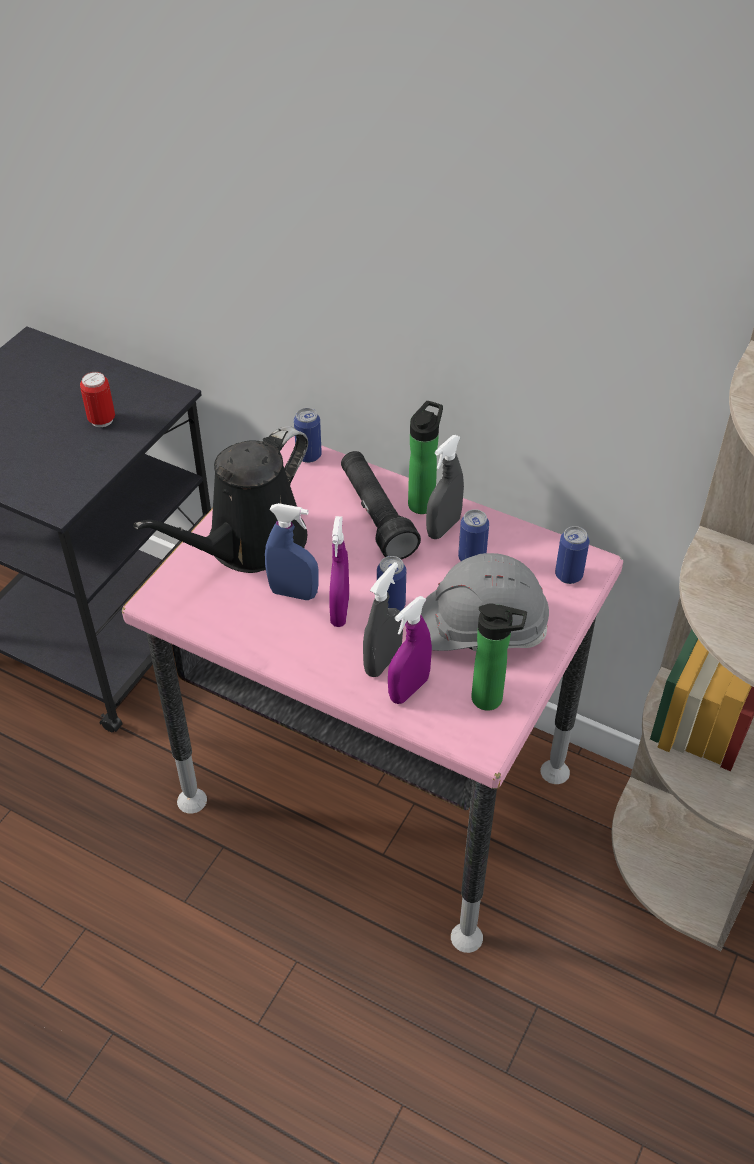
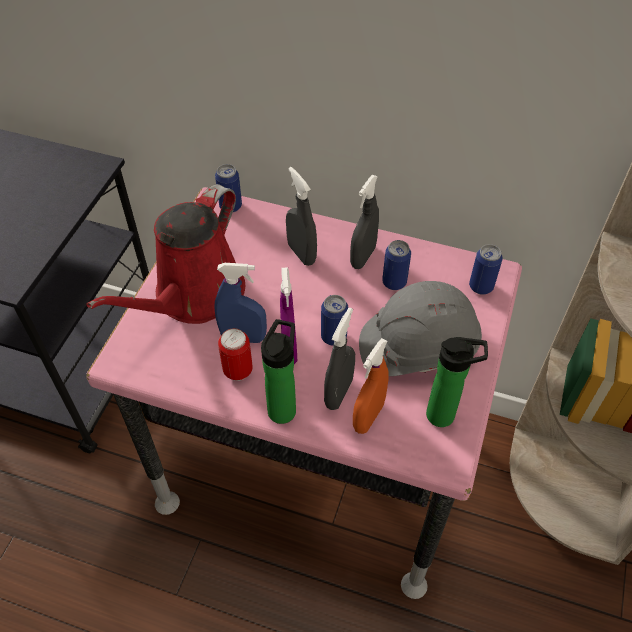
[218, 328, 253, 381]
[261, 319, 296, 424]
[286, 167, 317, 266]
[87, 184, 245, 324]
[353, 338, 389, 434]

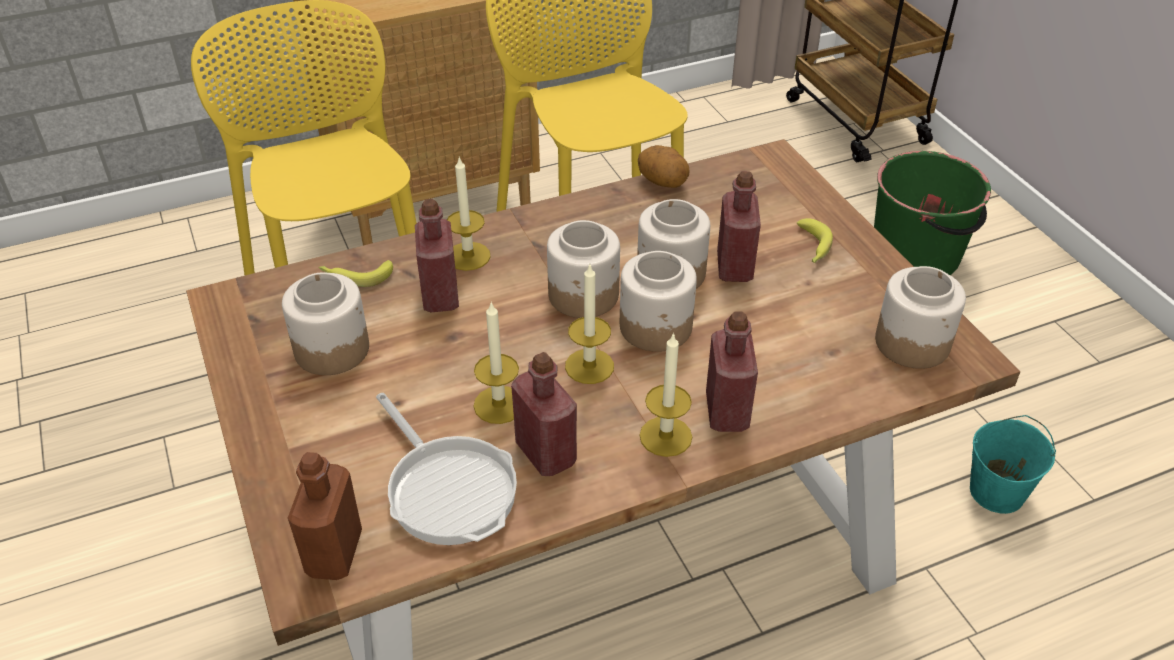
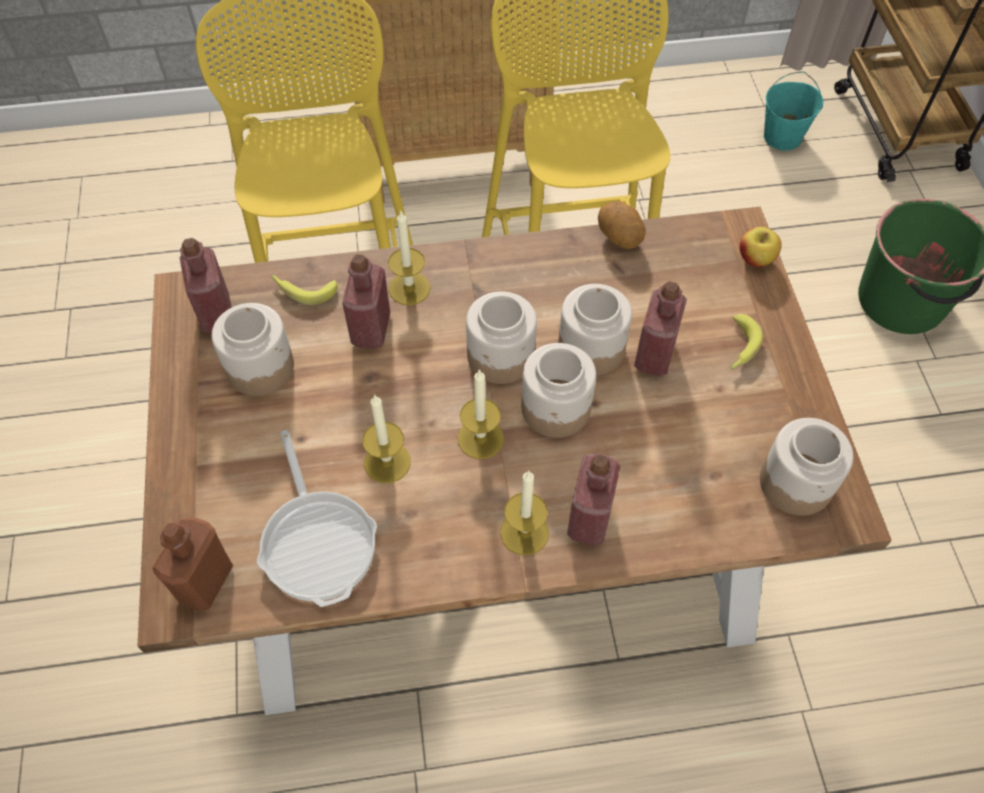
[740, 227, 782, 267]
[179, 238, 232, 333]
[764, 71, 824, 151]

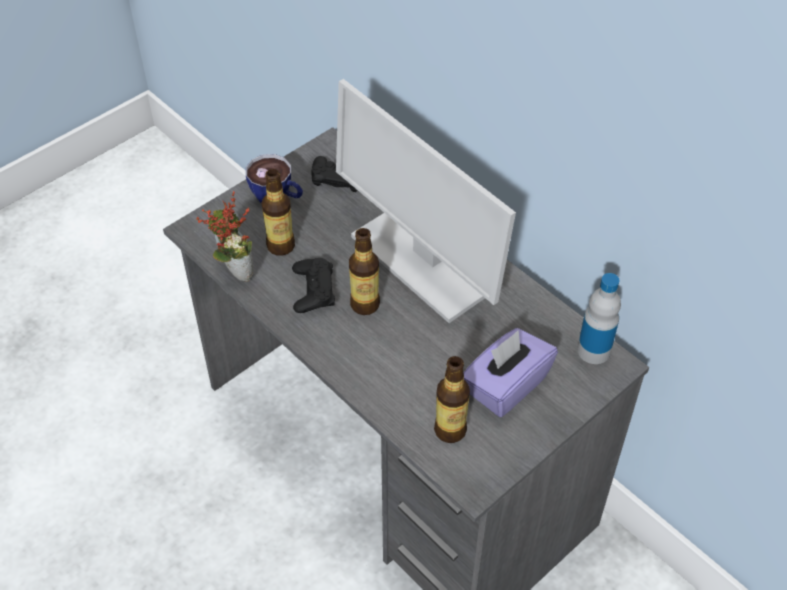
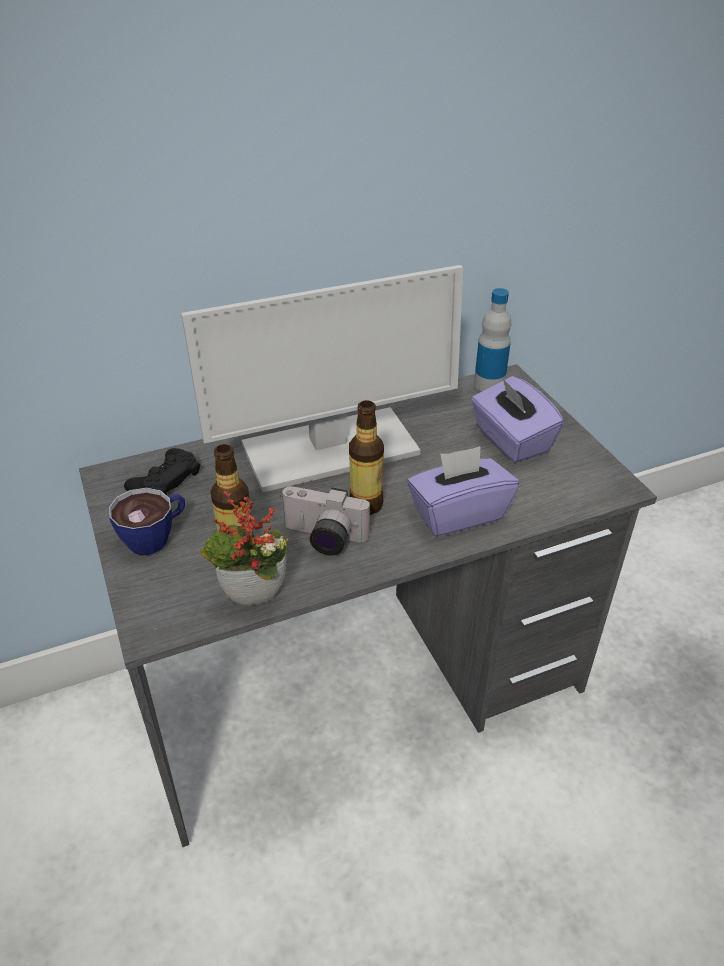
[434, 356, 470, 443] (first image)
[407, 446, 519, 537]
[280, 486, 370, 555]

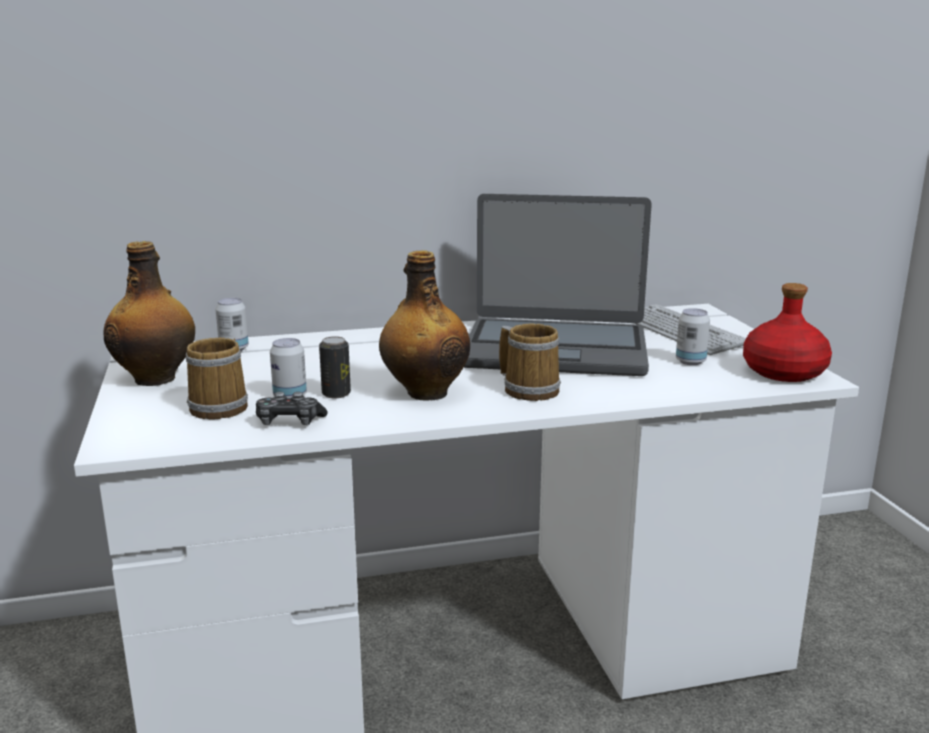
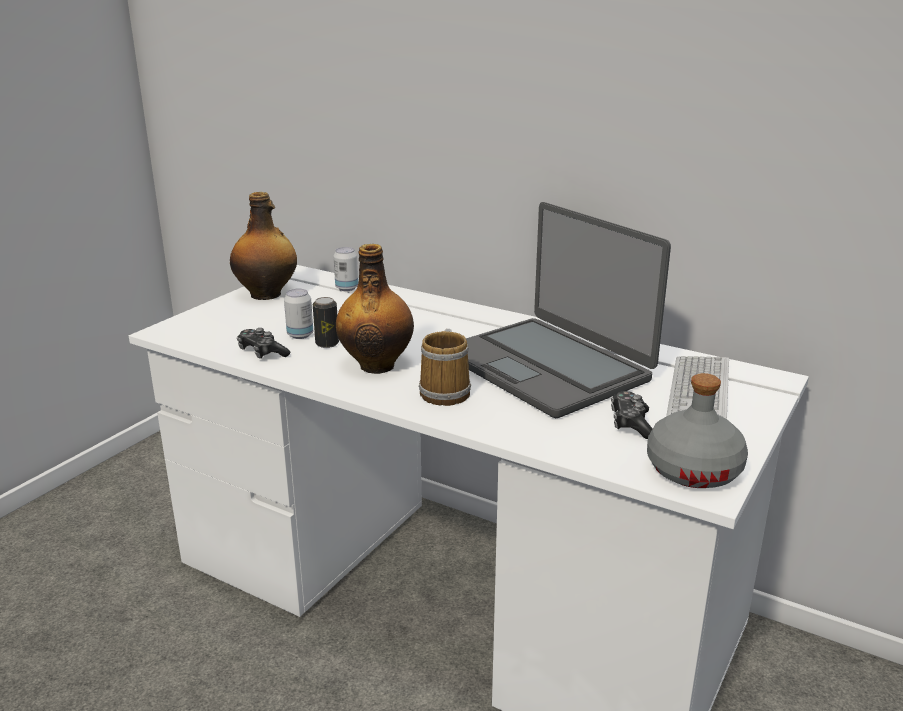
[186, 337, 248, 420] (first image)
[611, 391, 653, 439]
[647, 373, 748, 488]

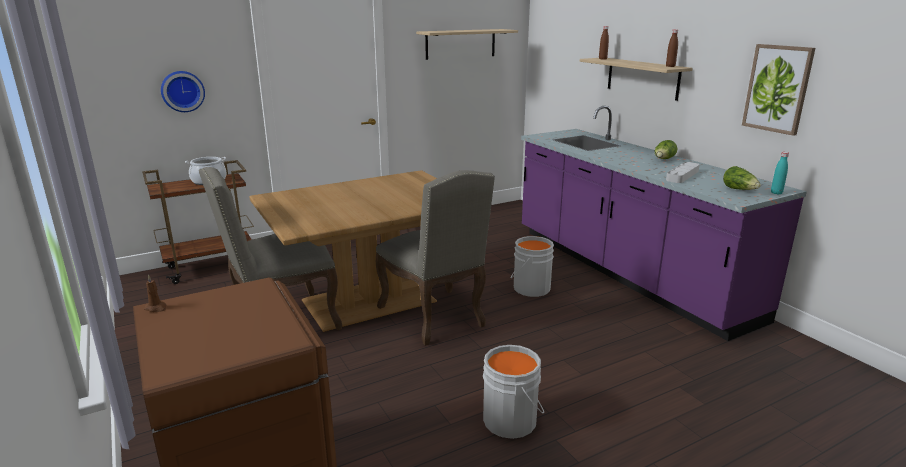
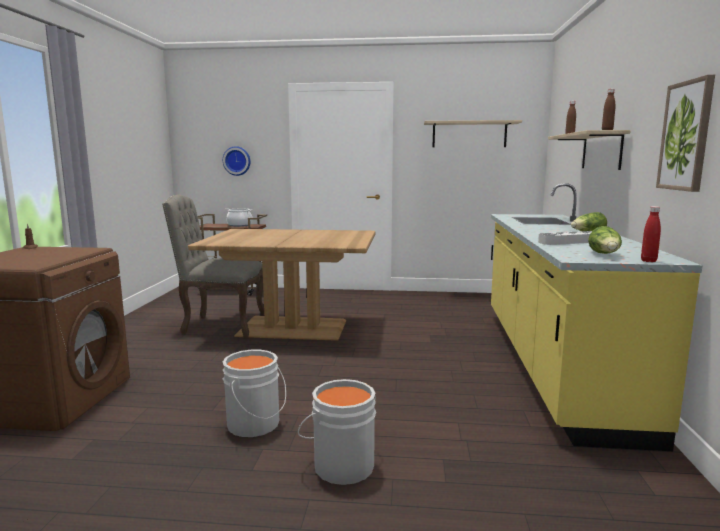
[376, 170, 495, 346] (first image)
[298, 379, 376, 485]
[491, 183, 703, 451]
[641, 206, 661, 262]

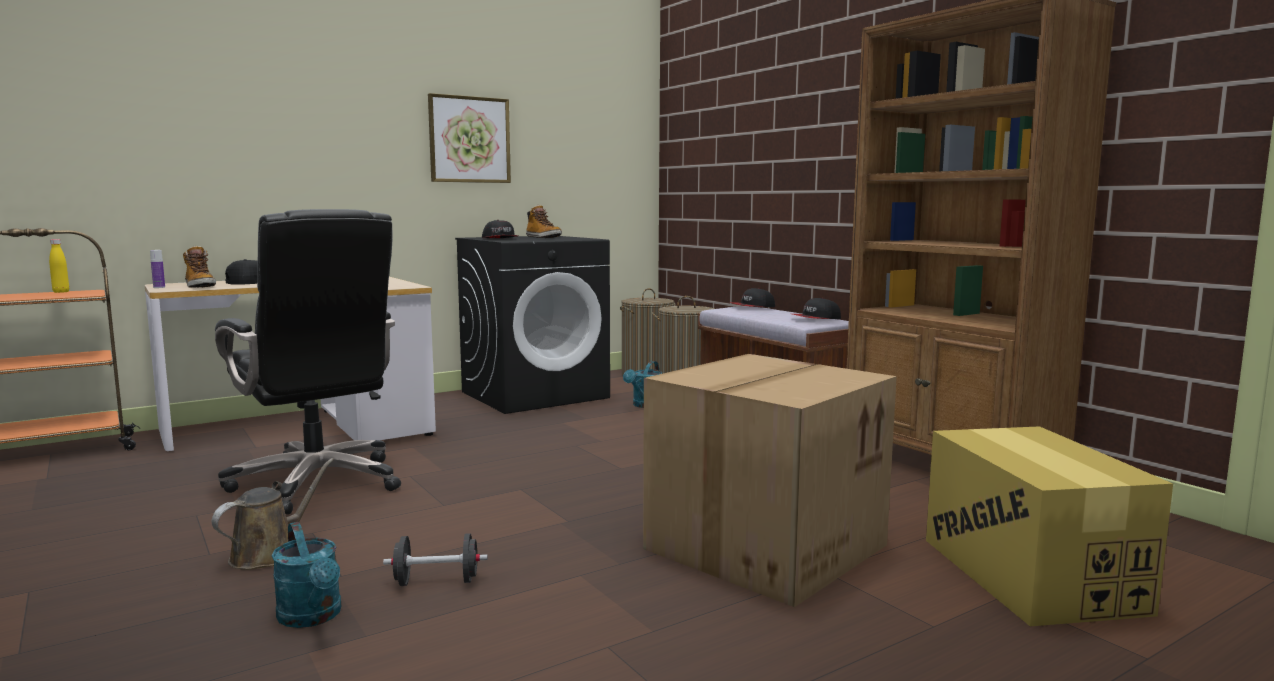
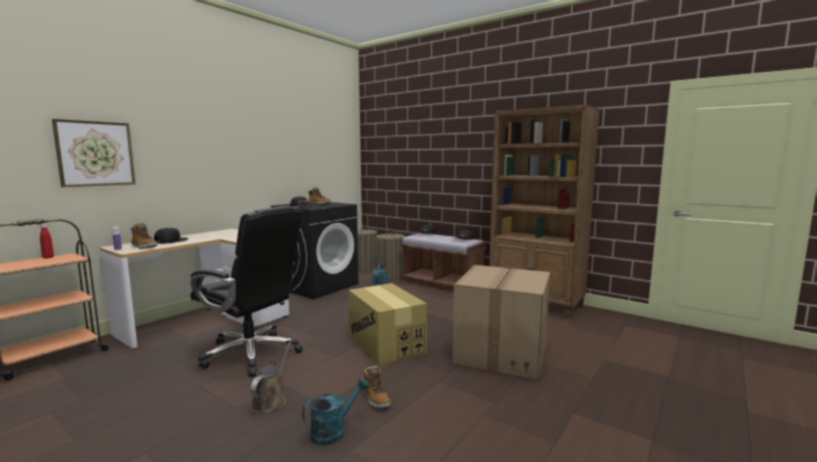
[52, 119, 136, 187]
[349, 283, 427, 365]
[363, 366, 391, 408]
[40, 224, 54, 259]
[302, 377, 369, 445]

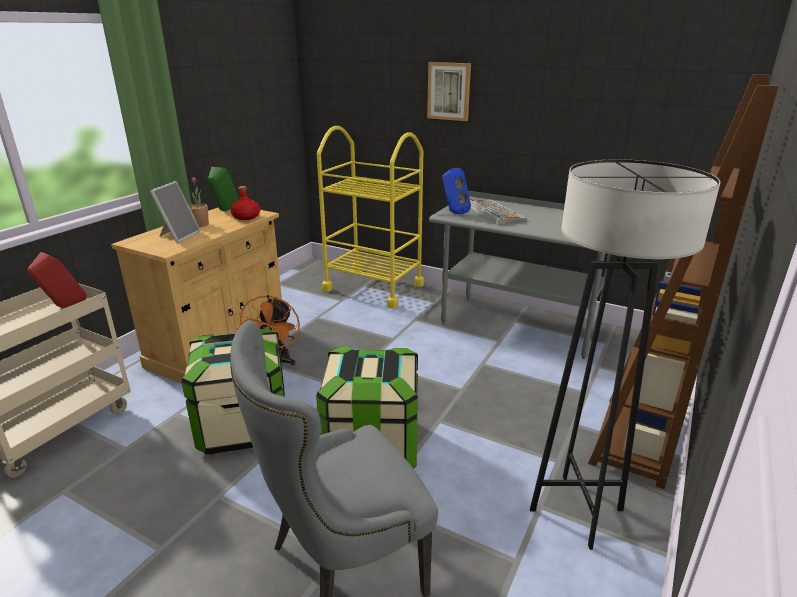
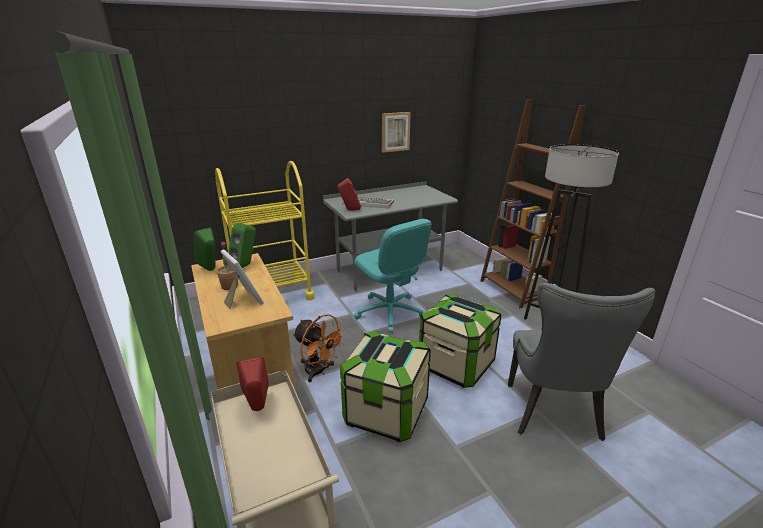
[354, 219, 431, 333]
[382, 112, 411, 153]
[228, 223, 256, 268]
[338, 178, 361, 211]

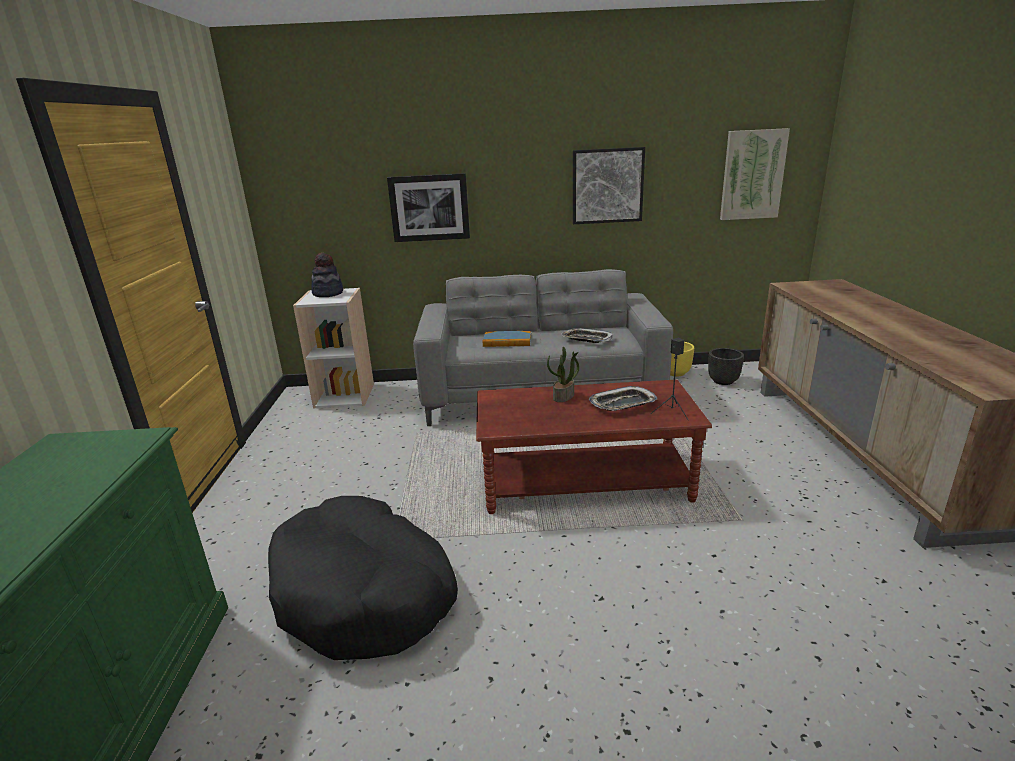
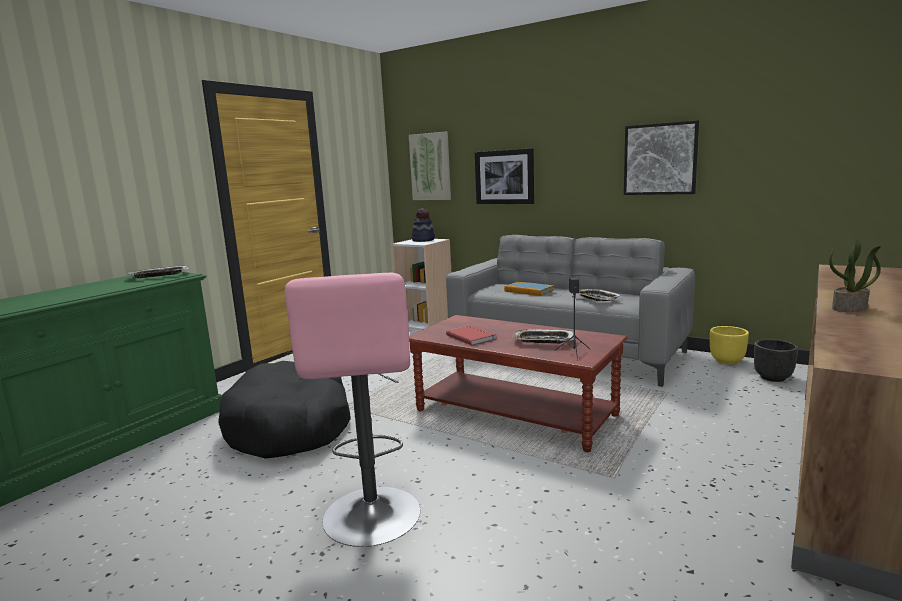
[126, 265, 190, 278]
[285, 273, 420, 547]
[446, 325, 497, 345]
[829, 238, 881, 312]
[409, 132, 451, 200]

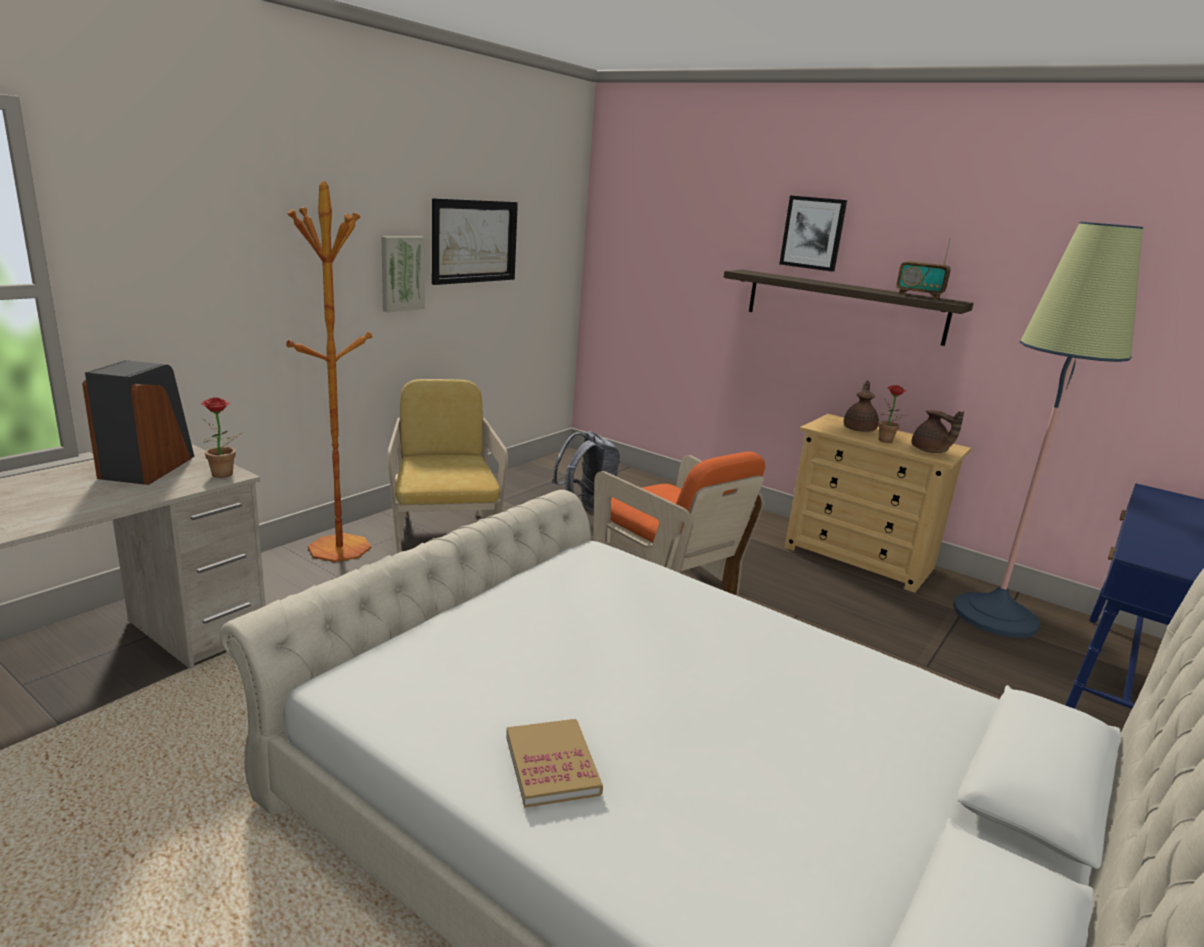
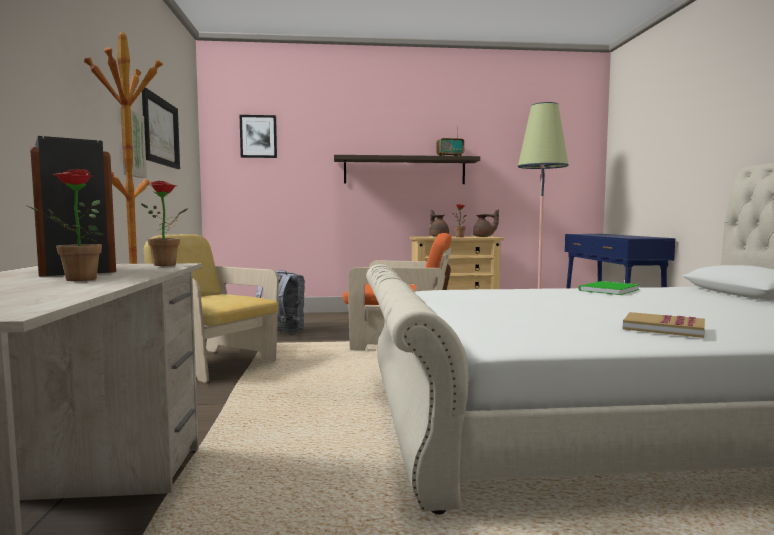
[28, 169, 104, 281]
[579, 281, 640, 295]
[240, 115, 277, 158]

